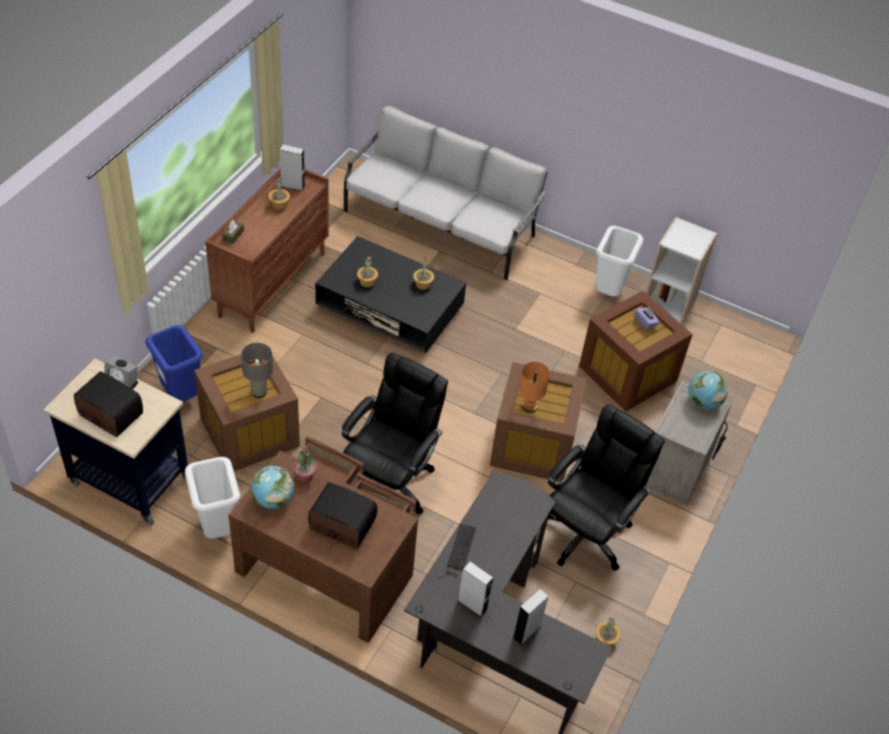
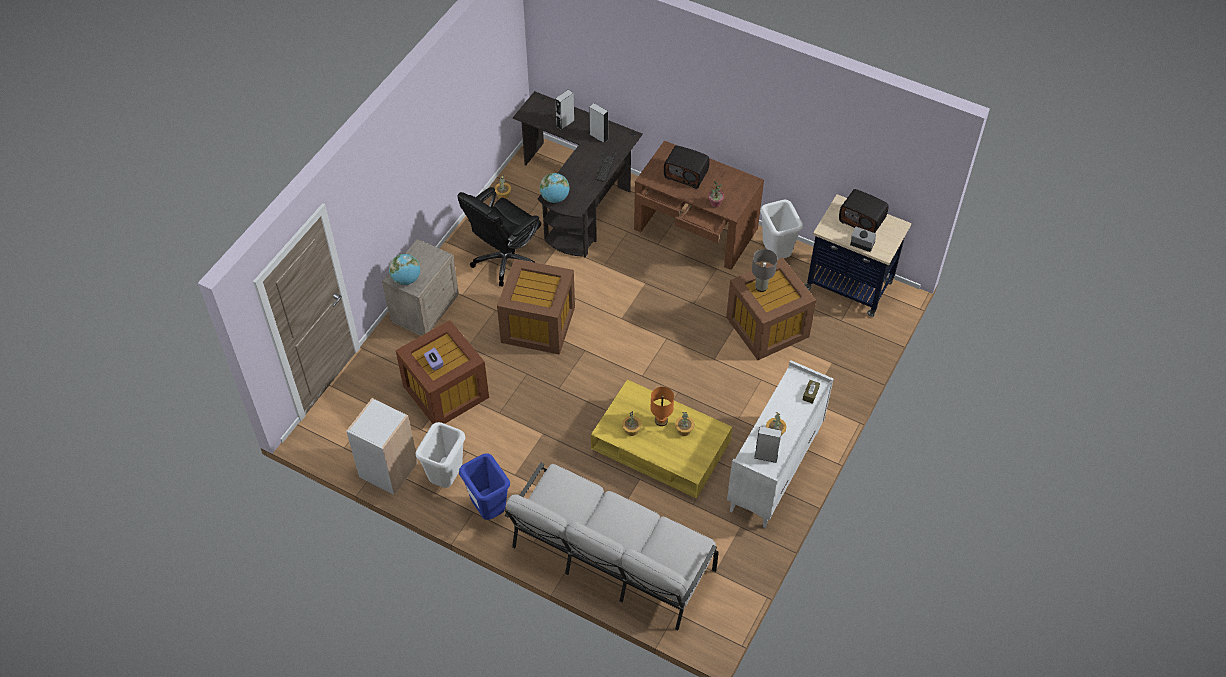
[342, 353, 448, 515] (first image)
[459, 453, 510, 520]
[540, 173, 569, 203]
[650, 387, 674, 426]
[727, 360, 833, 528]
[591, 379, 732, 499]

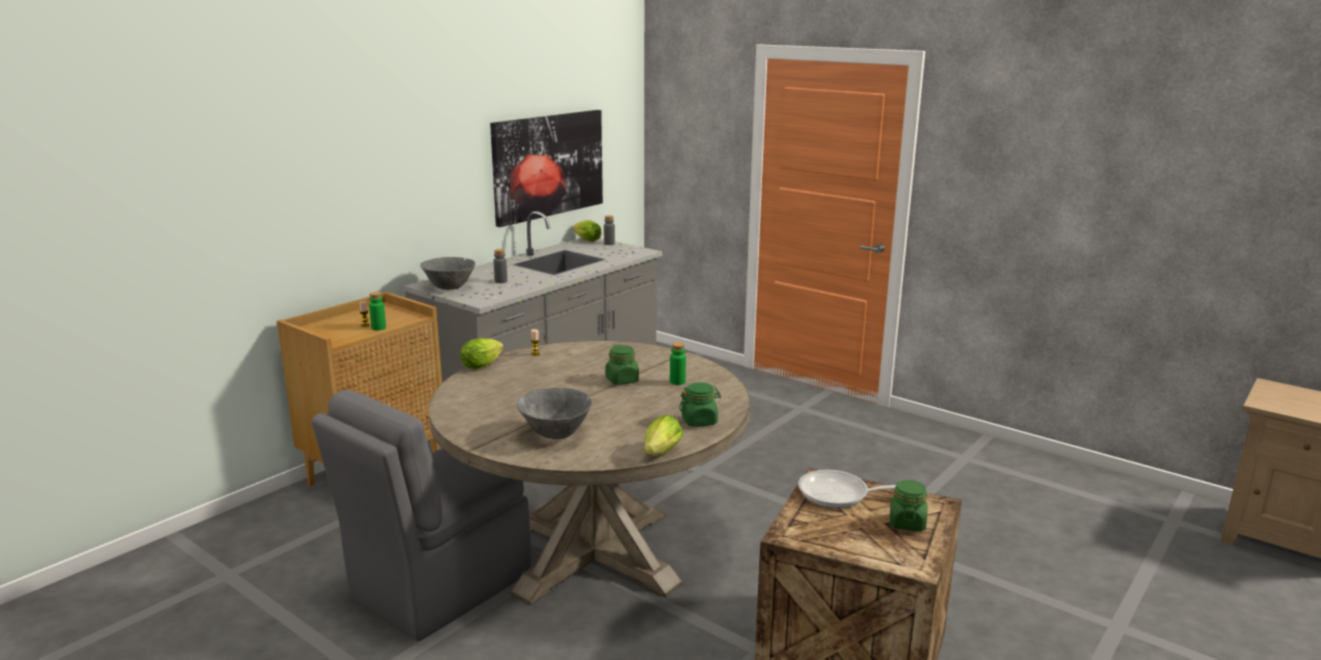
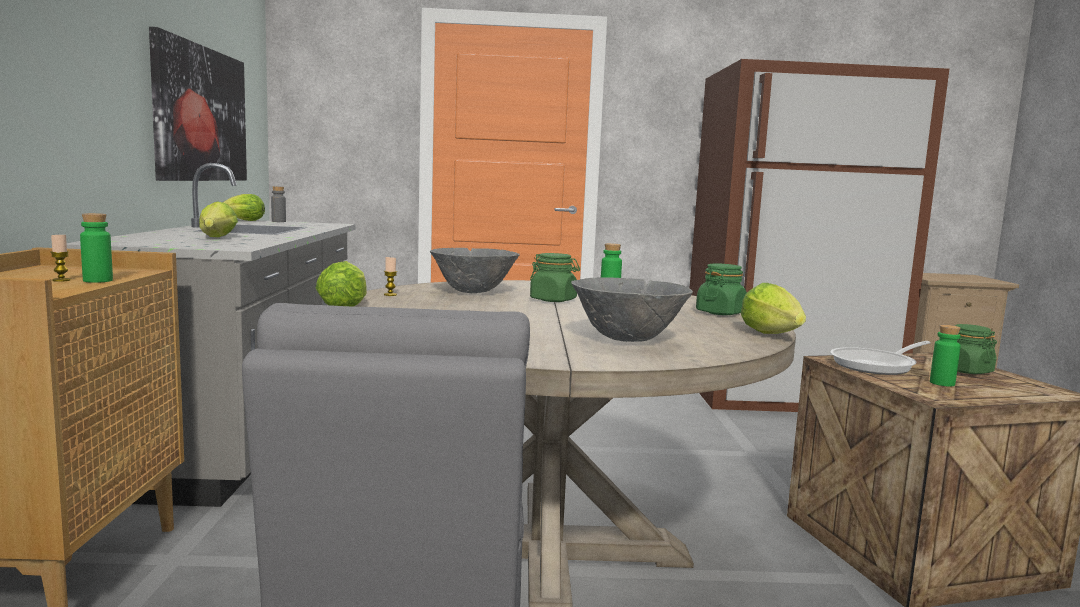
[690, 59, 949, 412]
[930, 325, 961, 386]
[430, 248, 520, 293]
[199, 201, 238, 237]

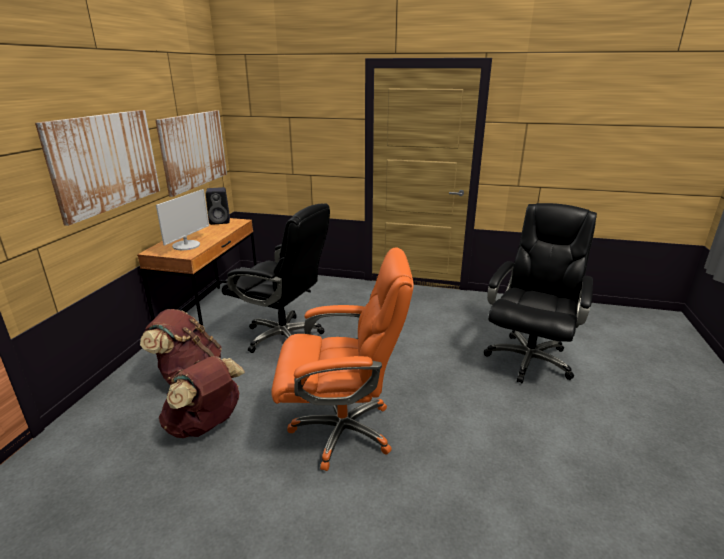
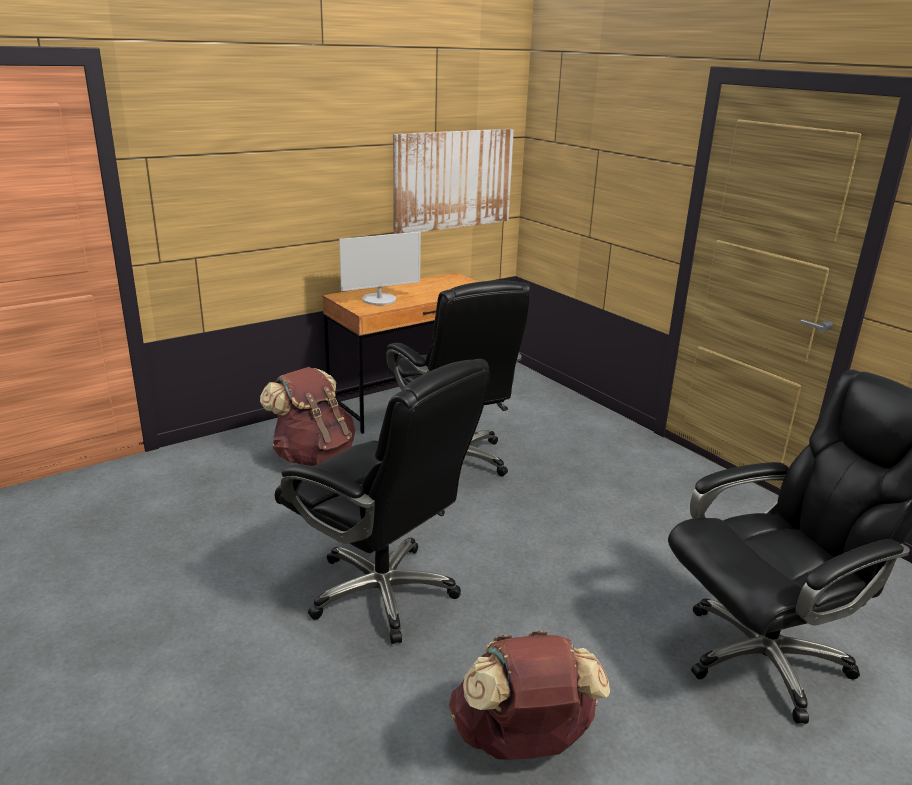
[35, 110, 160, 226] (first image)
[206, 187, 230, 225] (first image)
[449, 631, 610, 760]
[275, 359, 490, 644]

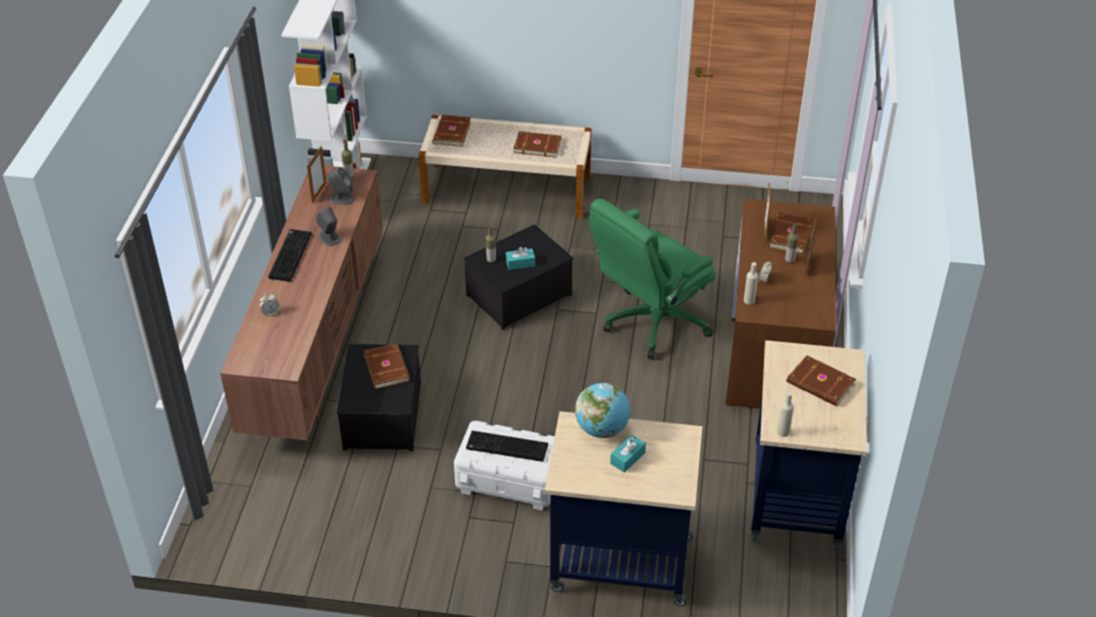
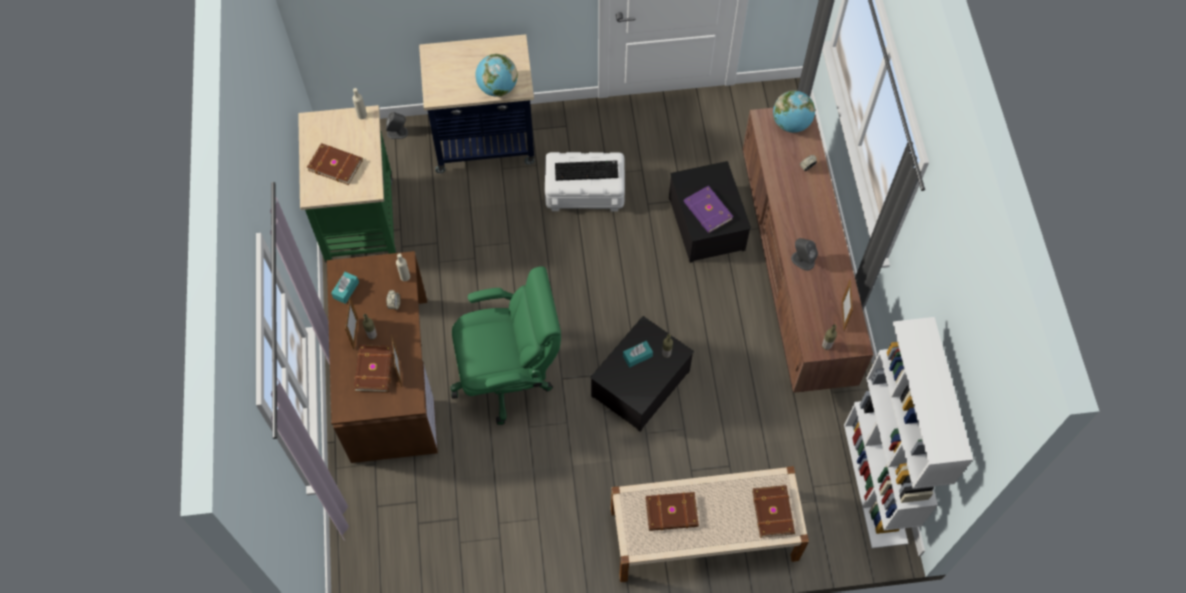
[268, 229, 311, 282] (first image)
[773, 90, 815, 133]
[386, 112, 408, 139]
[331, 272, 359, 304]
[683, 186, 733, 233]
[298, 105, 396, 263]
[450, 266, 561, 425]

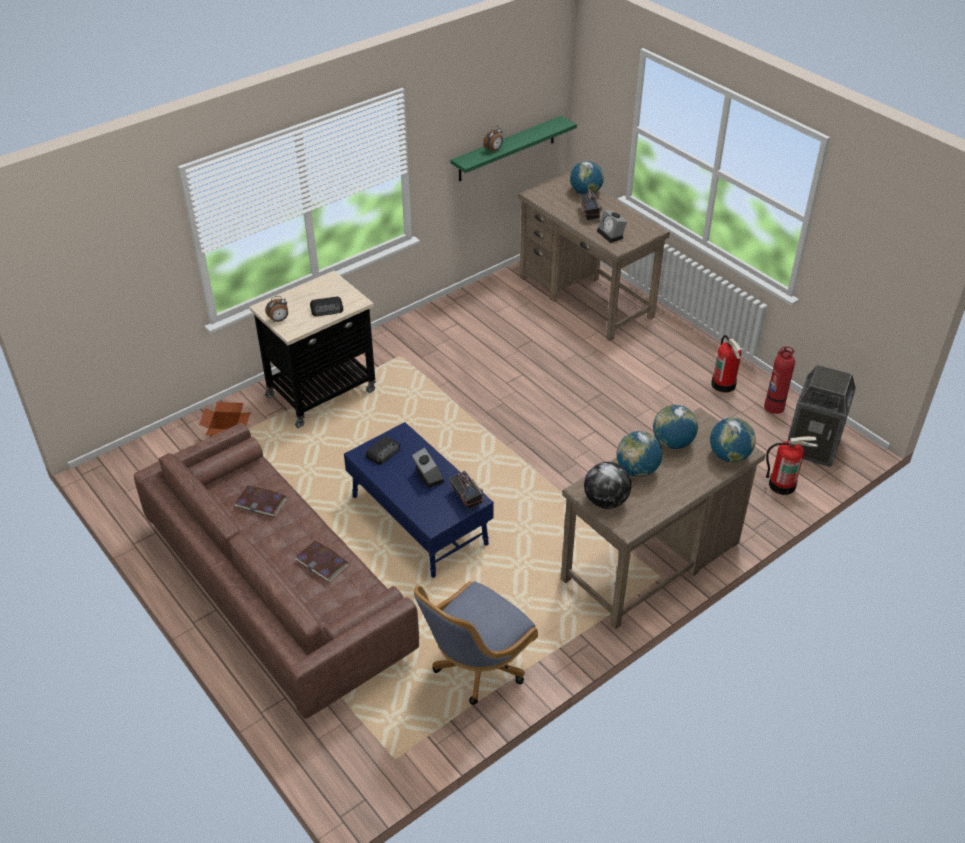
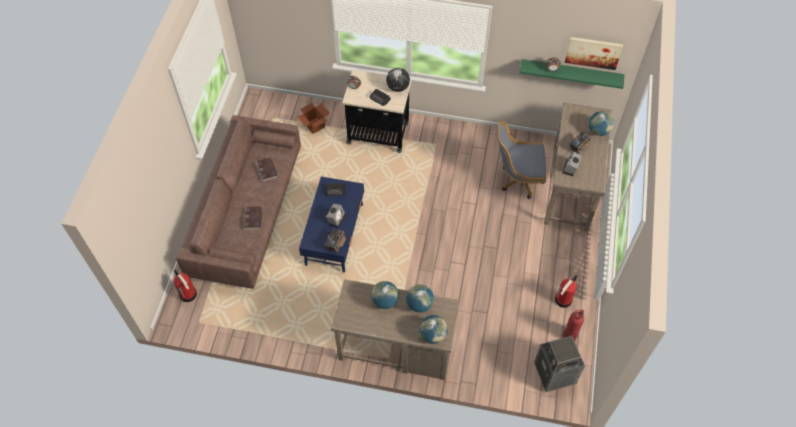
[565, 37, 623, 70]
[497, 121, 547, 199]
[386, 68, 410, 92]
[174, 270, 197, 302]

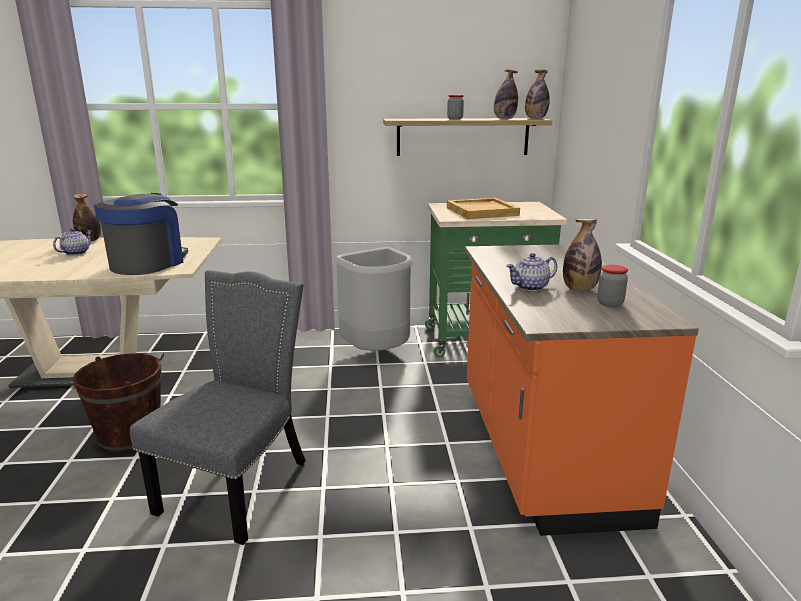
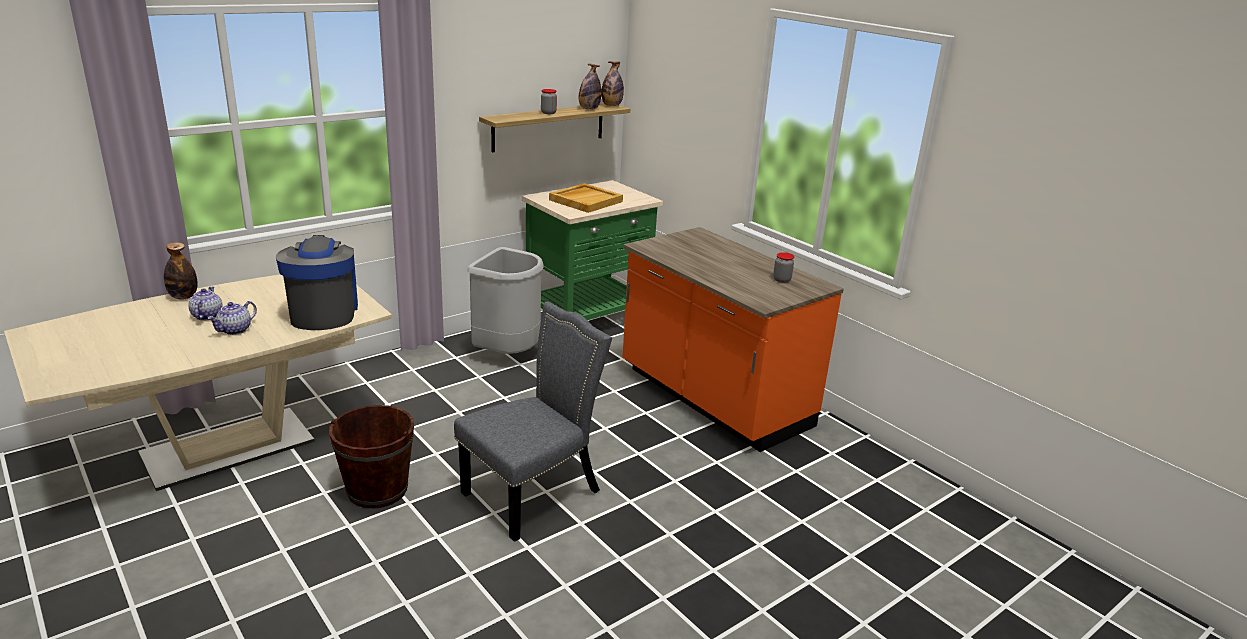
[563, 219, 602, 291] (first image)
[207, 301, 257, 335]
[454, 301, 612, 542]

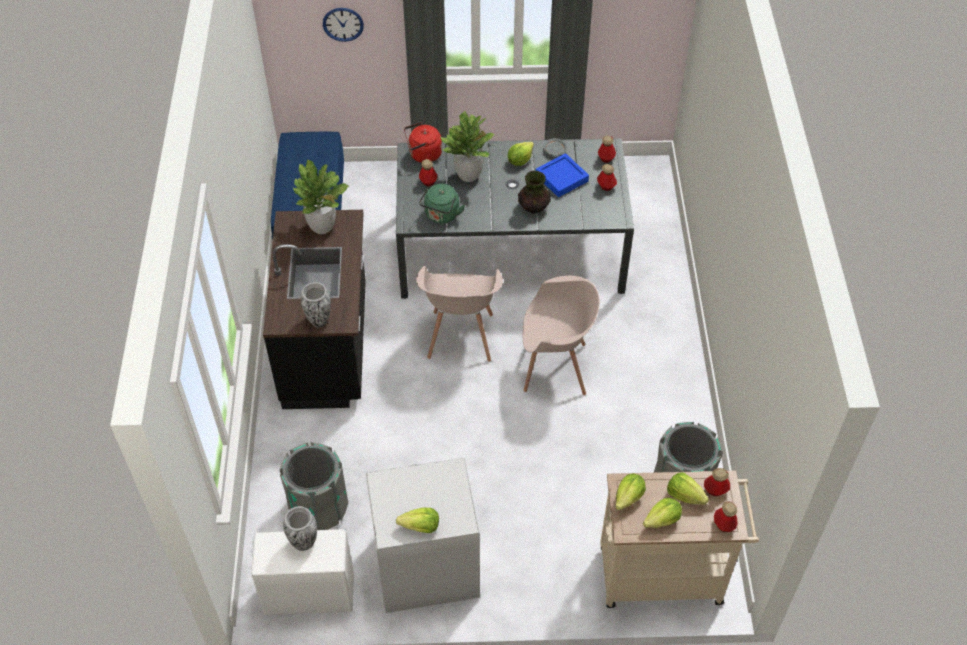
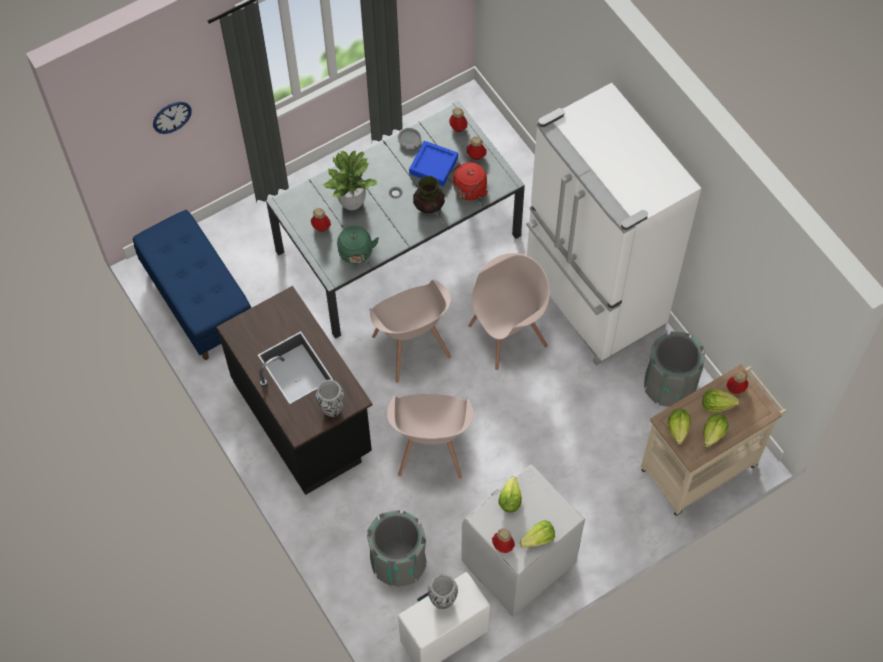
[293, 159, 349, 234] (first image)
[387, 394, 473, 479]
[526, 83, 701, 366]
[447, 162, 488, 200]
[498, 476, 522, 513]
[492, 528, 515, 553]

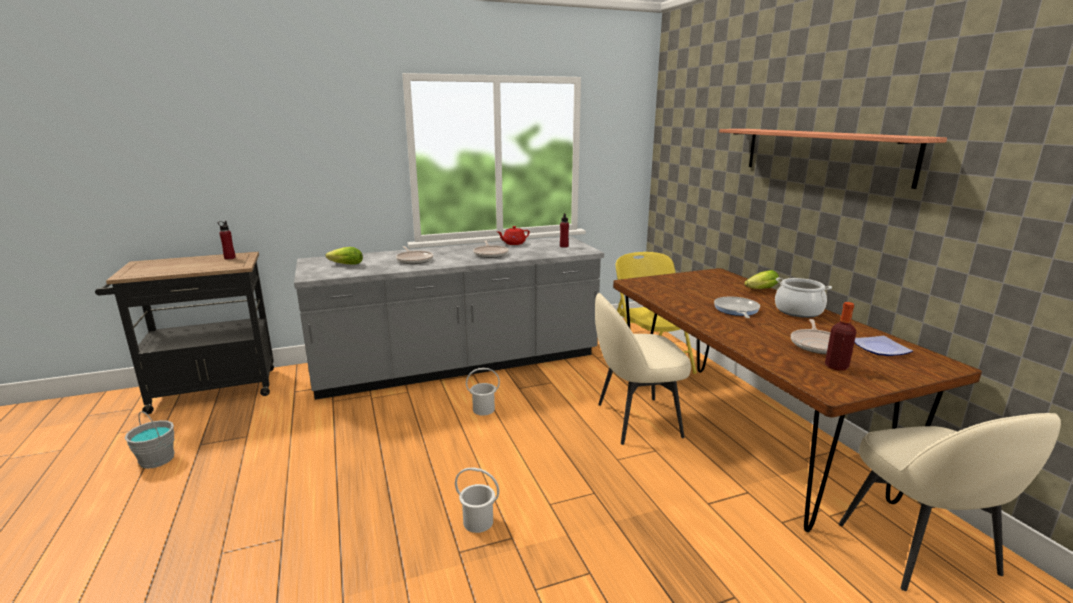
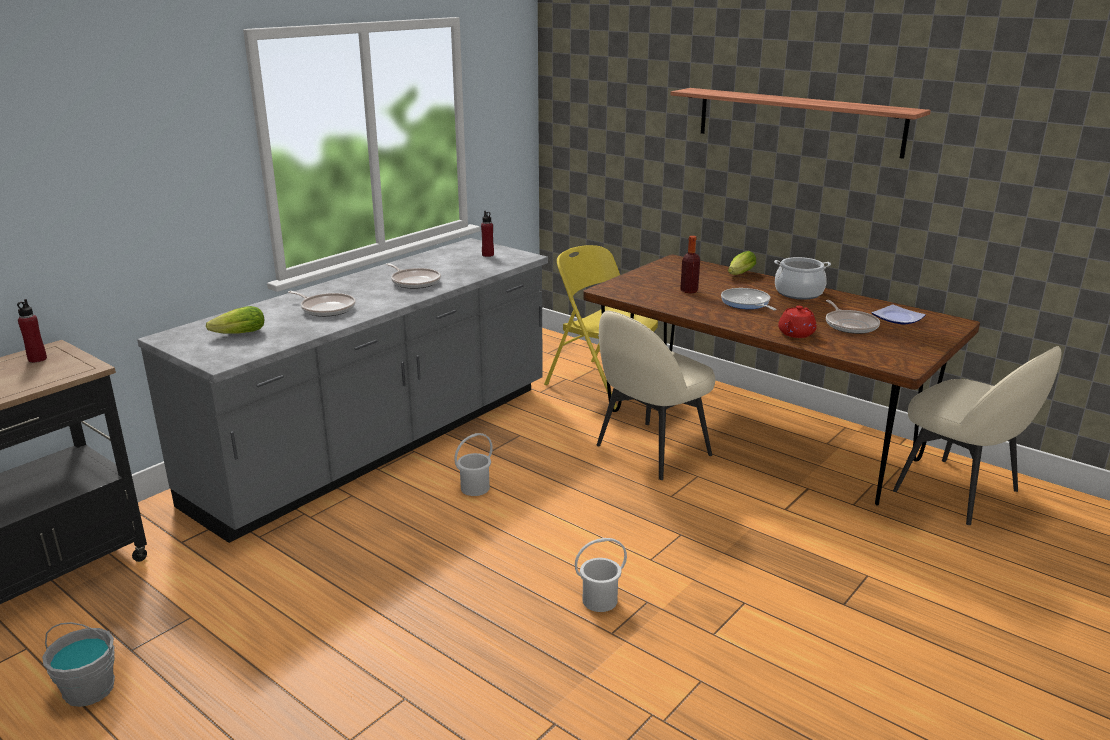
[778, 306, 817, 338]
[680, 236, 700, 294]

